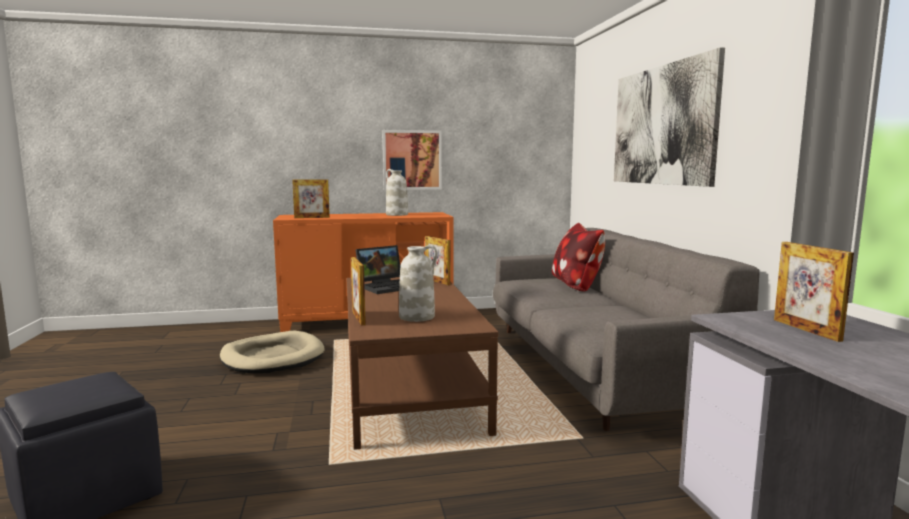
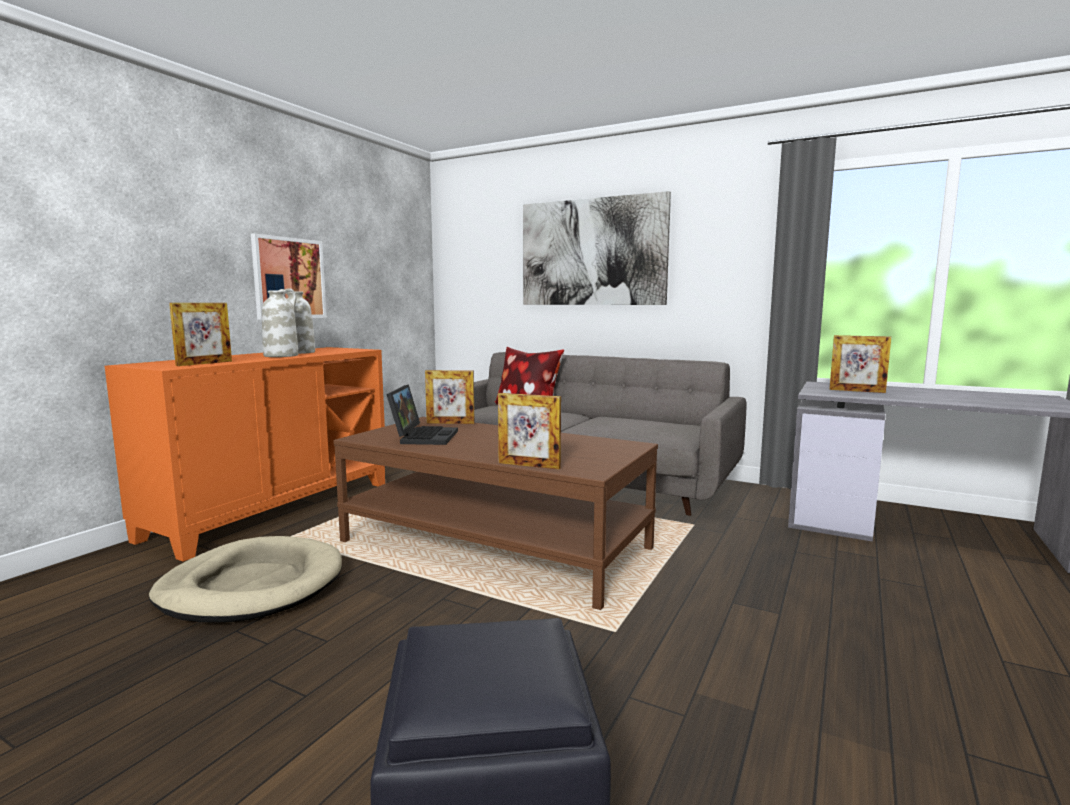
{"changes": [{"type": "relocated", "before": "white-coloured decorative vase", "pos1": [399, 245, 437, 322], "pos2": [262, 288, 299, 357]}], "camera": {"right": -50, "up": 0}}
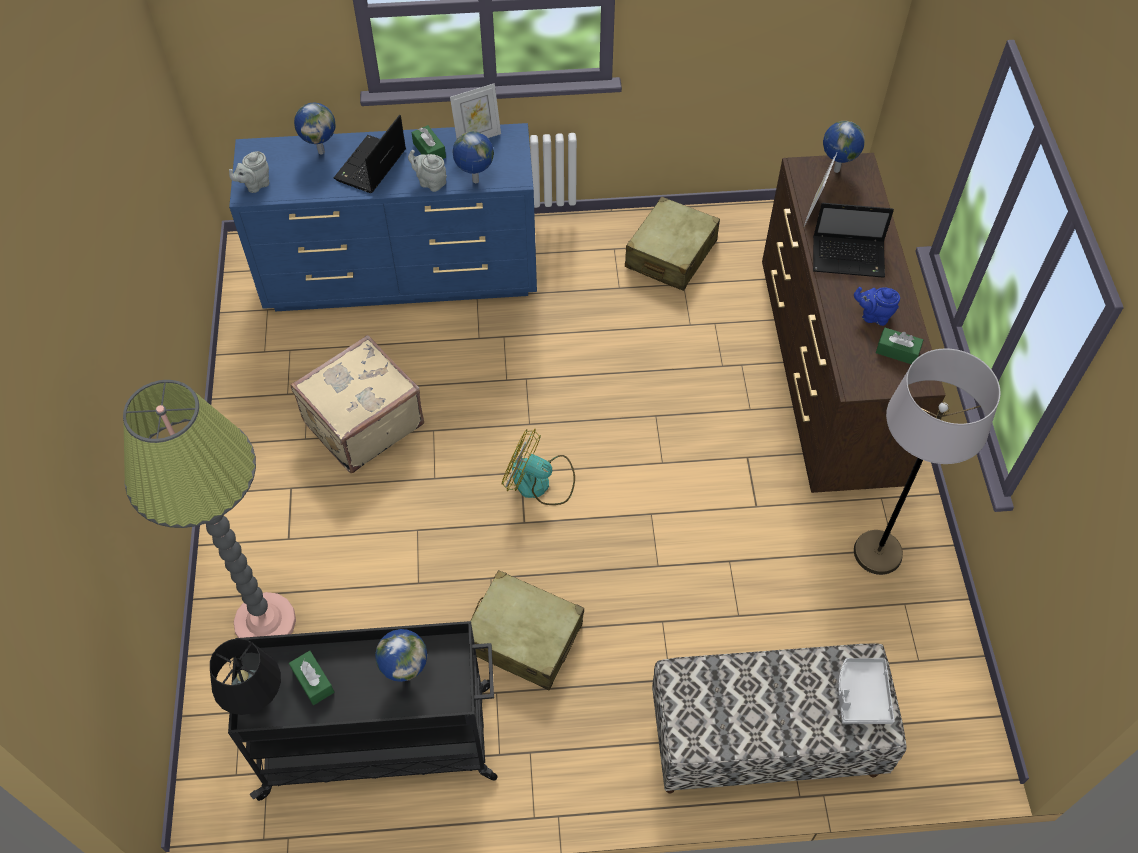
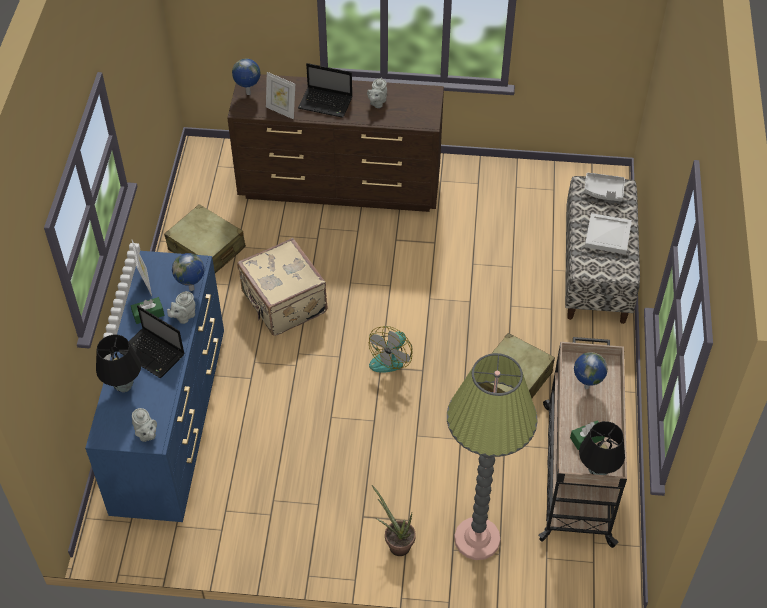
{"changes": [{"type": "missing", "before": "grey floor lamp", "pos1": [854, 349, 1000, 575]}, {"type": "missing", "before": "greenish tissue box", "pos1": [876, 328, 923, 364]}, {"type": "appeared", "after": "houseplant", "pos2": [372, 485, 416, 556]}, {"type": "appeared", "after": "white-coloured carrying tray", "pos2": [585, 213, 632, 254]}, {"type": "relocated", "before": "sand-coloured suitcase", "pos1": [291, 335, 424, 473], "pos2": [237, 238, 327, 336]}, {"type": "exchanged", "before": "globe", "after": "blackish tabletop lamp", "pos1": [294, 103, 335, 155], "pos2": [96, 335, 141, 392]}, {"type": "colour", "before": "blackish cart", "after": "sand-coloured cart", "pos1": [228, 621, 498, 801], "pos2": [538, 337, 627, 548]}, {"type": "colour", "before": "bluish pot for tea", "after": "grey pot for tea", "pos1": [854, 287, 900, 326], "pos2": [367, 78, 387, 108]}, {"type": "spun", "before": "laptop", "pos1": [813, 203, 894, 278], "pos2": [298, 63, 353, 118], "turn": 90}], "camera": {"right": -80, "up": -5}}
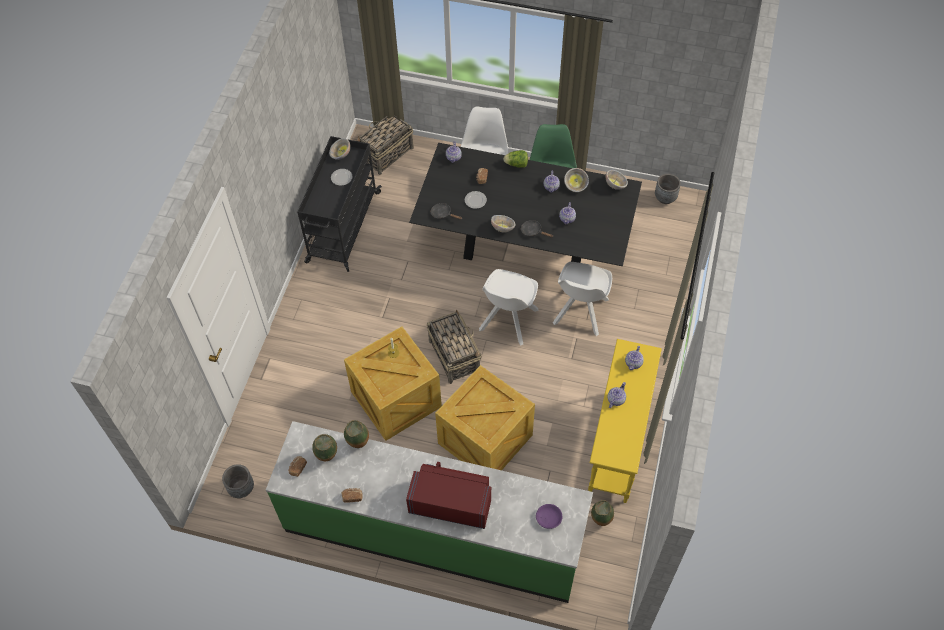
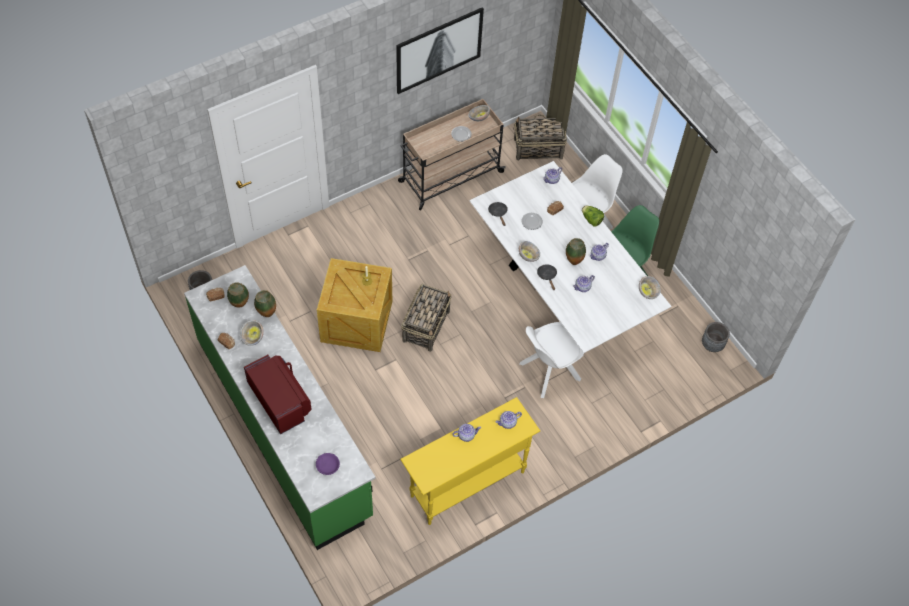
{"changes": [{"type": "missing", "before": "packing crate", "pos1": [435, 365, 535, 470]}, {"type": "missing", "before": "white-coloured chair", "pos1": [479, 269, 539, 346]}, {"type": "appeared", "after": "wall picture", "pos2": [396, 7, 484, 94]}, {"type": "relocated", "before": "bowl", "pos1": [564, 168, 589, 192], "pos2": [240, 320, 264, 346]}, {"type": "relocated", "before": "decorative vase", "pos1": [591, 500, 614, 526], "pos2": [566, 238, 586, 265]}, {"type": "colour", "before": "blackish cart", "after": "sand-coloured cart", "pos1": [297, 136, 382, 272], "pos2": [398, 99, 506, 210]}, {"type": "colour", "before": "blackish dining table", "after": "white-coloured dining table", "pos1": [409, 143, 642, 266], "pos2": [469, 161, 672, 353]}], "camera": {"right": 40, "up": 0}}
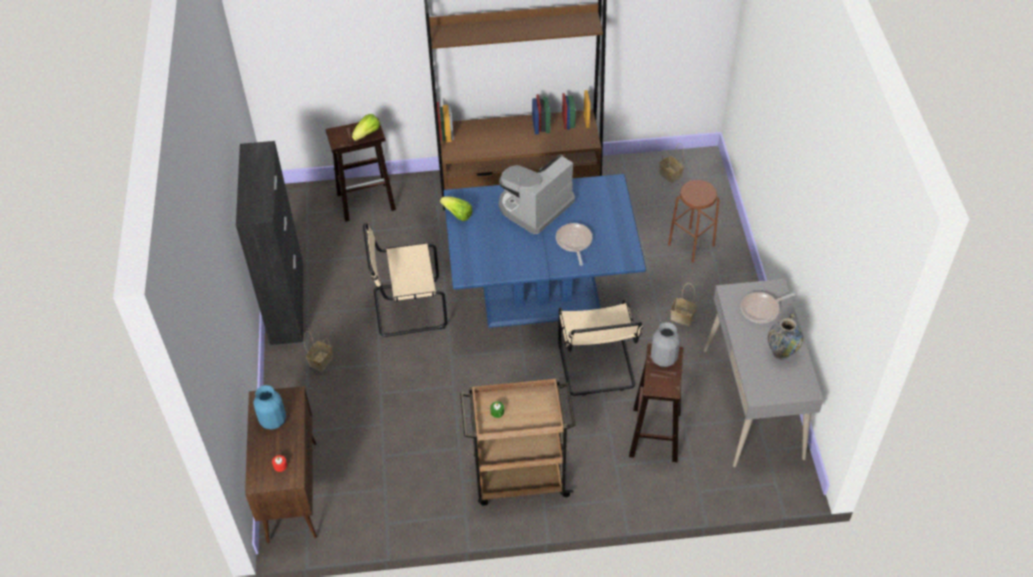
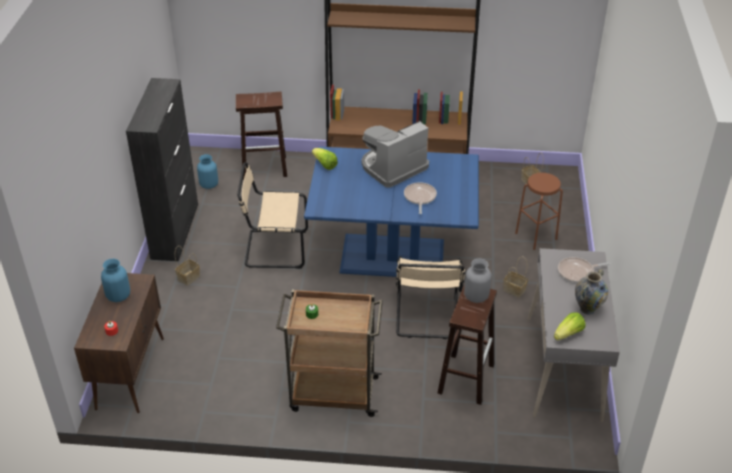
{"changes": [{"type": "appeared", "after": "bluish decorative vase", "pos2": [197, 154, 218, 189]}, {"type": "relocated", "before": "lettuce", "pos1": [352, 114, 380, 141], "pos2": [554, 312, 586, 340]}], "camera": {"right": 10, "up": -10}}
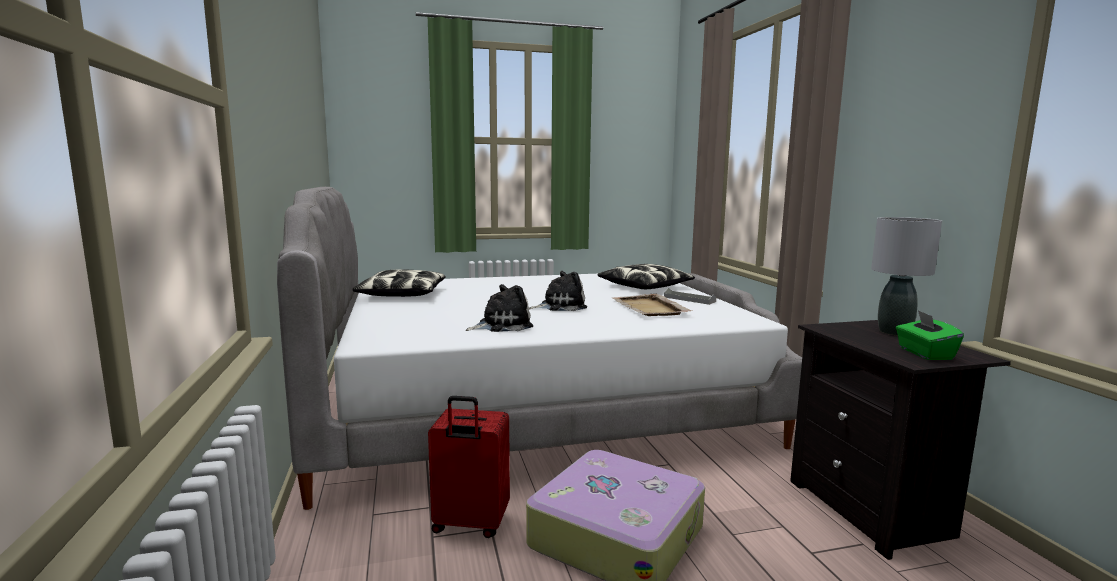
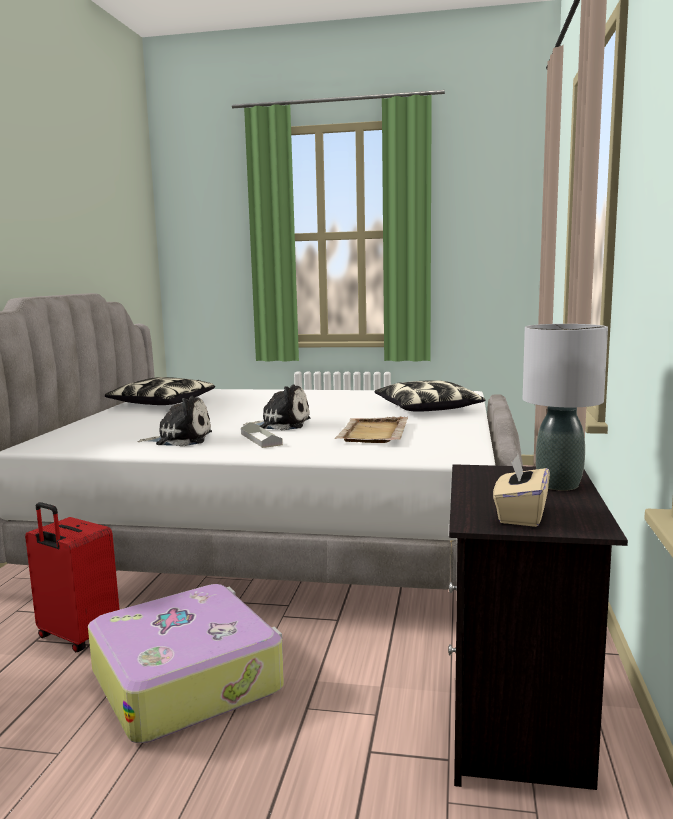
{"changes": [{"type": "relocated", "before": "grey carrying tray", "pos1": [664, 288, 716, 305], "pos2": [241, 422, 283, 448]}, {"type": "colour", "before": "greenish tissue box", "after": "sand-coloured tissue box", "pos1": [896, 310, 964, 360], "pos2": [493, 454, 550, 527]}], "camera": {"right": 25, "up": 0}}
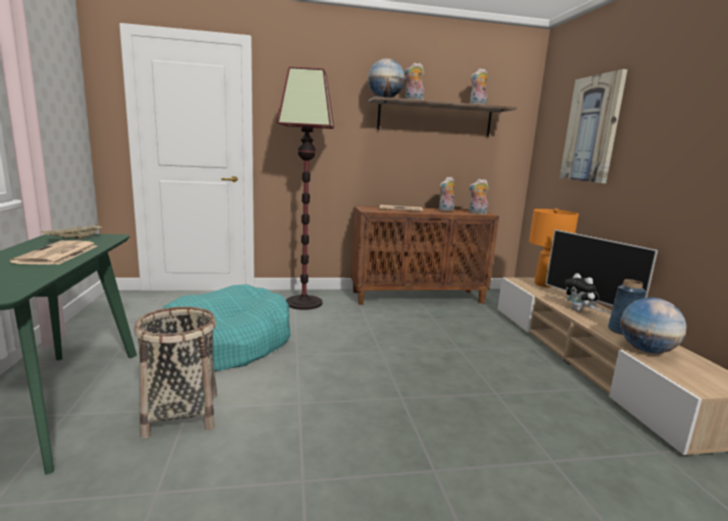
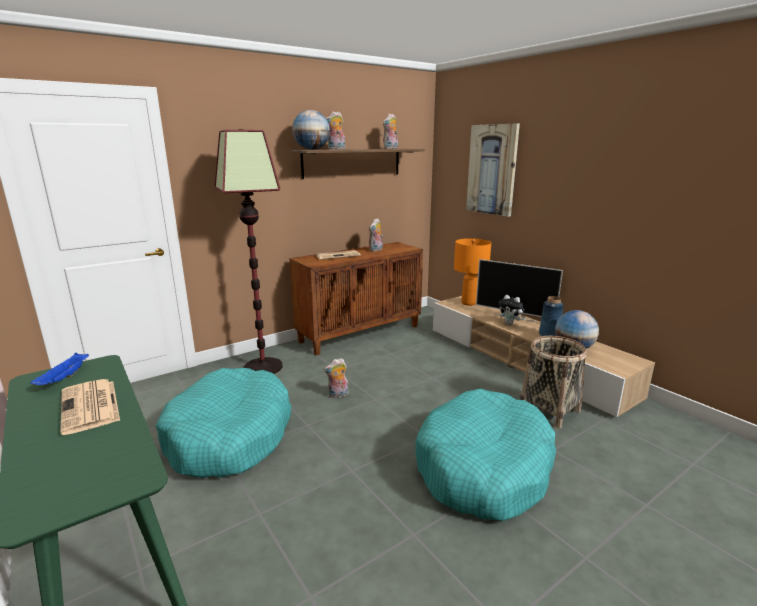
{"changes": [{"type": "appeared", "after": "turquoise dog bed", "pos2": [415, 389, 556, 521]}, {"type": "relocated", "before": "household basket", "pos1": [134, 307, 217, 438], "pos2": [520, 336, 587, 428]}, {"type": "relocated", "before": "plush toy", "pos1": [469, 179, 489, 215], "pos2": [324, 358, 349, 398]}, {"type": "colour", "before": "sand-coloured carrying tray", "after": "bluish carrying tray", "pos1": [41, 224, 103, 239], "pos2": [30, 353, 89, 385]}], "camera": {"right": -25, "up": 5}}
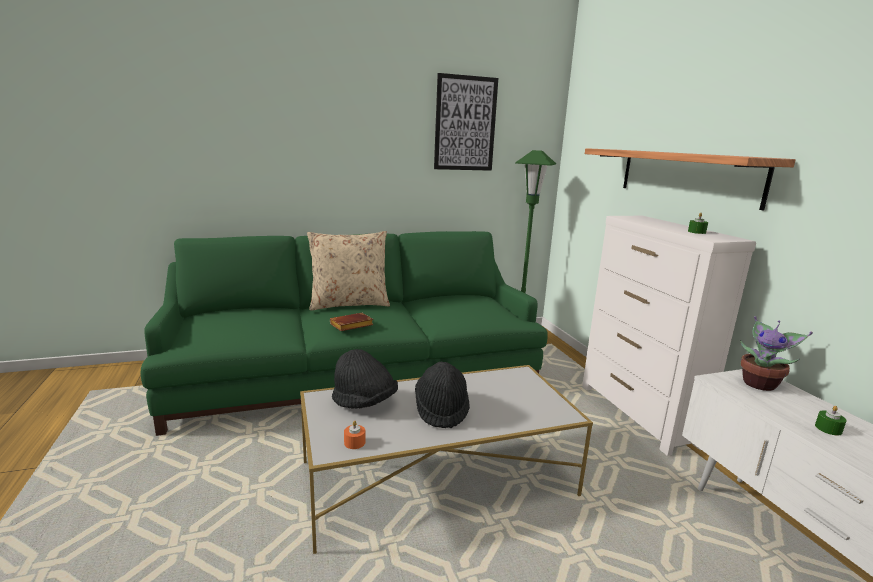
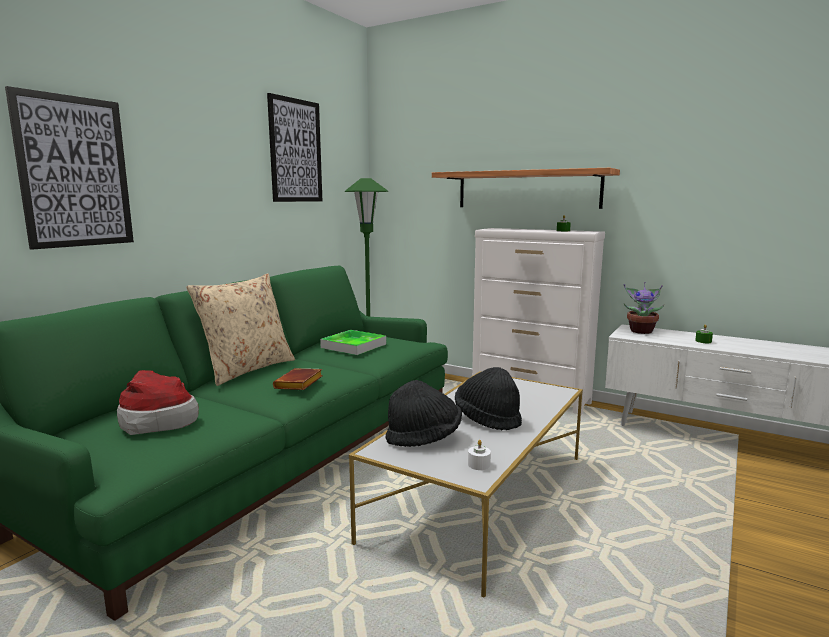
{"changes": [{"type": "appeared", "after": "wall picture", "pos2": [5, 86, 134, 250]}, {"type": "appeared", "after": "clothing hat", "pos2": [117, 370, 199, 435]}, {"type": "appeared", "after": "carrying tray", "pos2": [320, 330, 386, 355]}, {"type": "colour", "before": "orange candle", "after": "white-coloured candle", "pos1": [344, 421, 365, 449], "pos2": [468, 440, 491, 470]}], "camera": {"right": -40, "up": -5}}
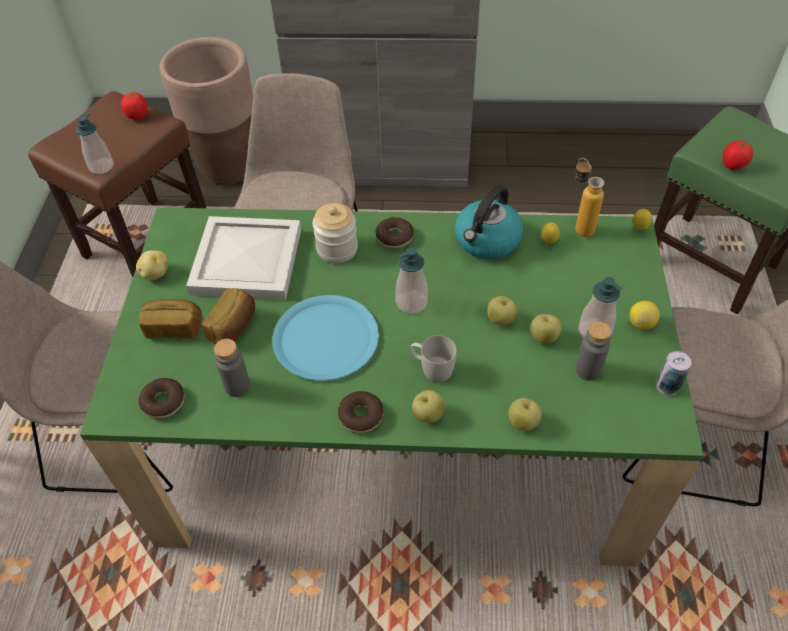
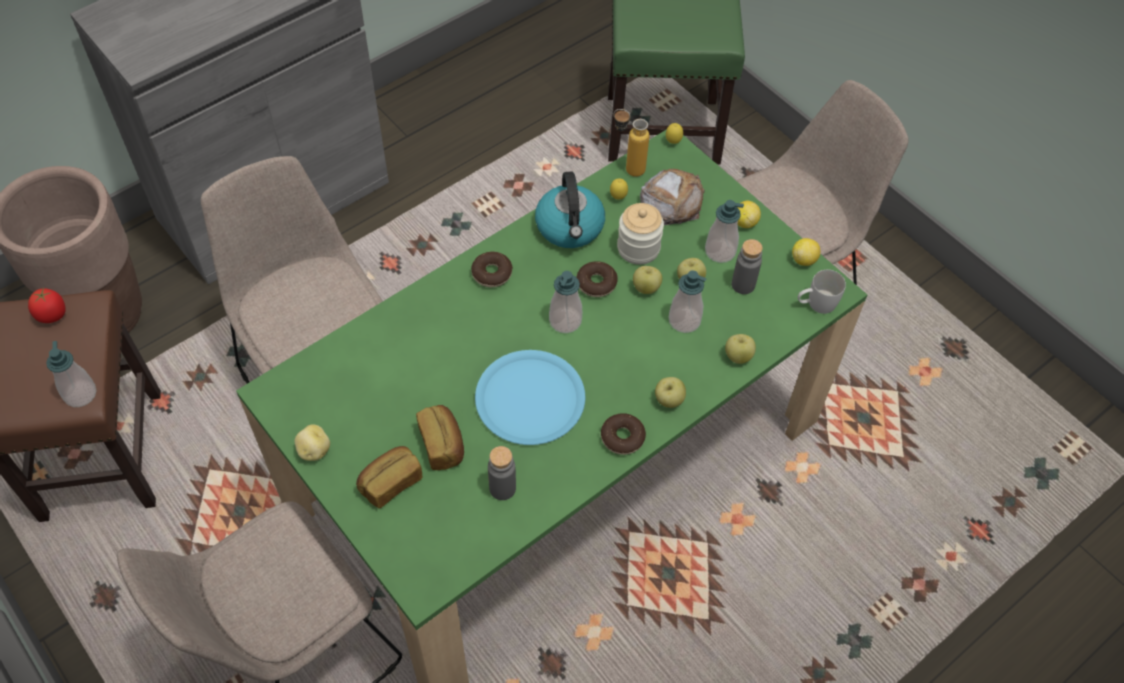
{"changes": [{"type": "missing", "before": "white-coloured carrying tray", "pos1": [186, 216, 301, 300]}, {"type": "missing", "before": "fresh tomato", "pos1": [723, 141, 753, 170]}, {"type": "appeared", "after": "bread", "pos2": [640, 169, 705, 225]}, {"type": "appeared", "after": "soap dispenser", "pos2": [668, 270, 707, 333]}, {"type": "relocated", "before": "doughnut", "pos1": [138, 378, 185, 418], "pos2": [577, 261, 618, 297]}, {"type": "relocated", "before": "jar", "pos1": [313, 203, 358, 263], "pos2": [617, 203, 664, 265]}, {"type": "relocated", "before": "white-coloured tea mug", "pos1": [410, 335, 456, 382], "pos2": [798, 270, 846, 314]}, {"type": "exchanged", "before": "metal can", "after": "lemon", "pos1": [656, 351, 691, 396], "pos2": [792, 238, 820, 266]}], "camera": {"right": -45, "up": 5}}
